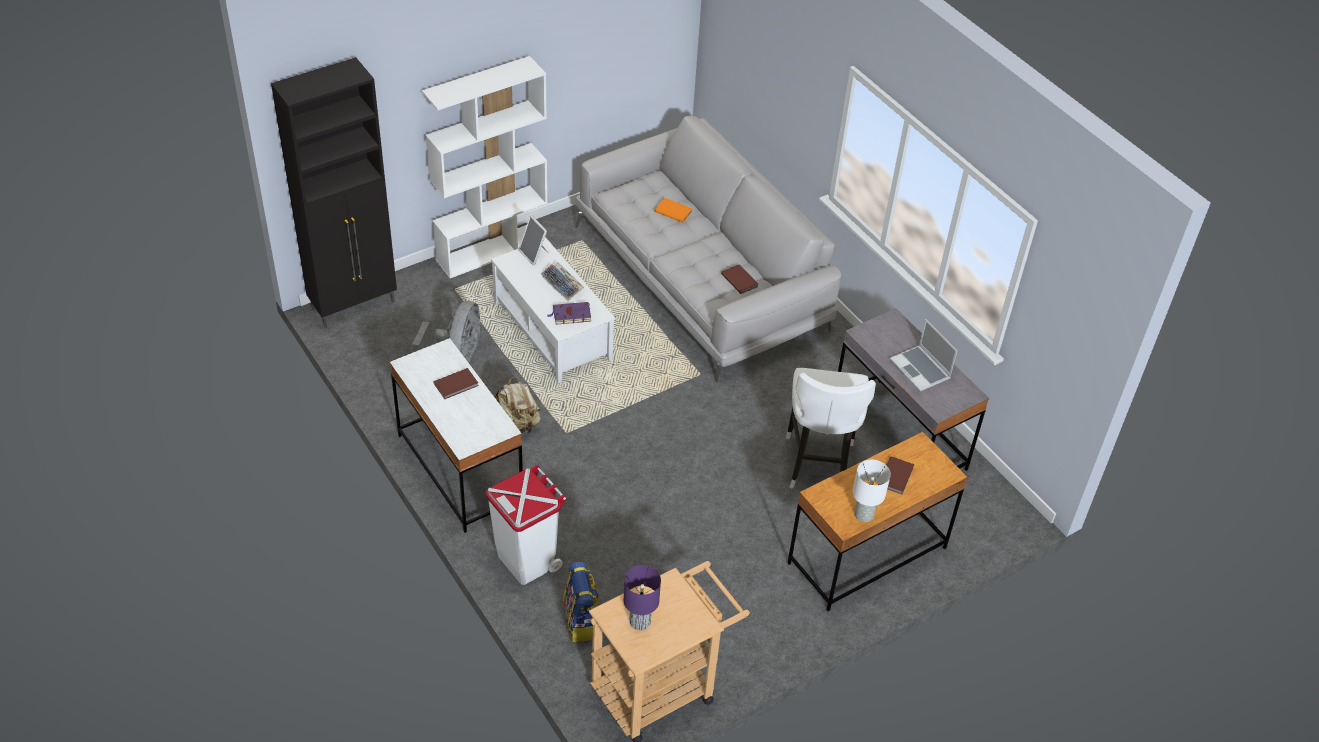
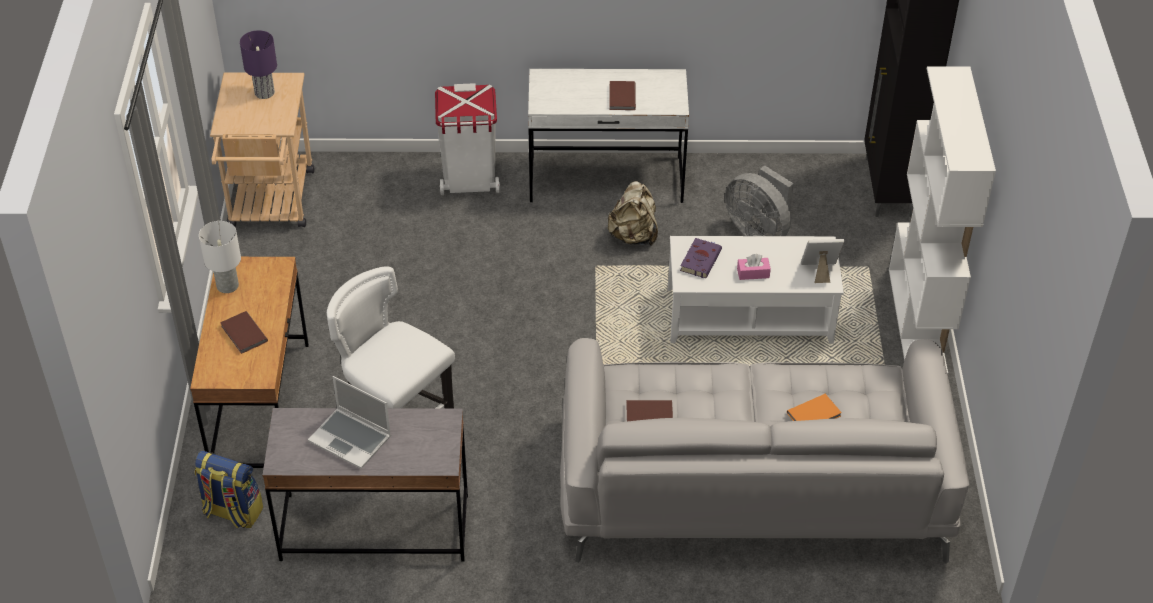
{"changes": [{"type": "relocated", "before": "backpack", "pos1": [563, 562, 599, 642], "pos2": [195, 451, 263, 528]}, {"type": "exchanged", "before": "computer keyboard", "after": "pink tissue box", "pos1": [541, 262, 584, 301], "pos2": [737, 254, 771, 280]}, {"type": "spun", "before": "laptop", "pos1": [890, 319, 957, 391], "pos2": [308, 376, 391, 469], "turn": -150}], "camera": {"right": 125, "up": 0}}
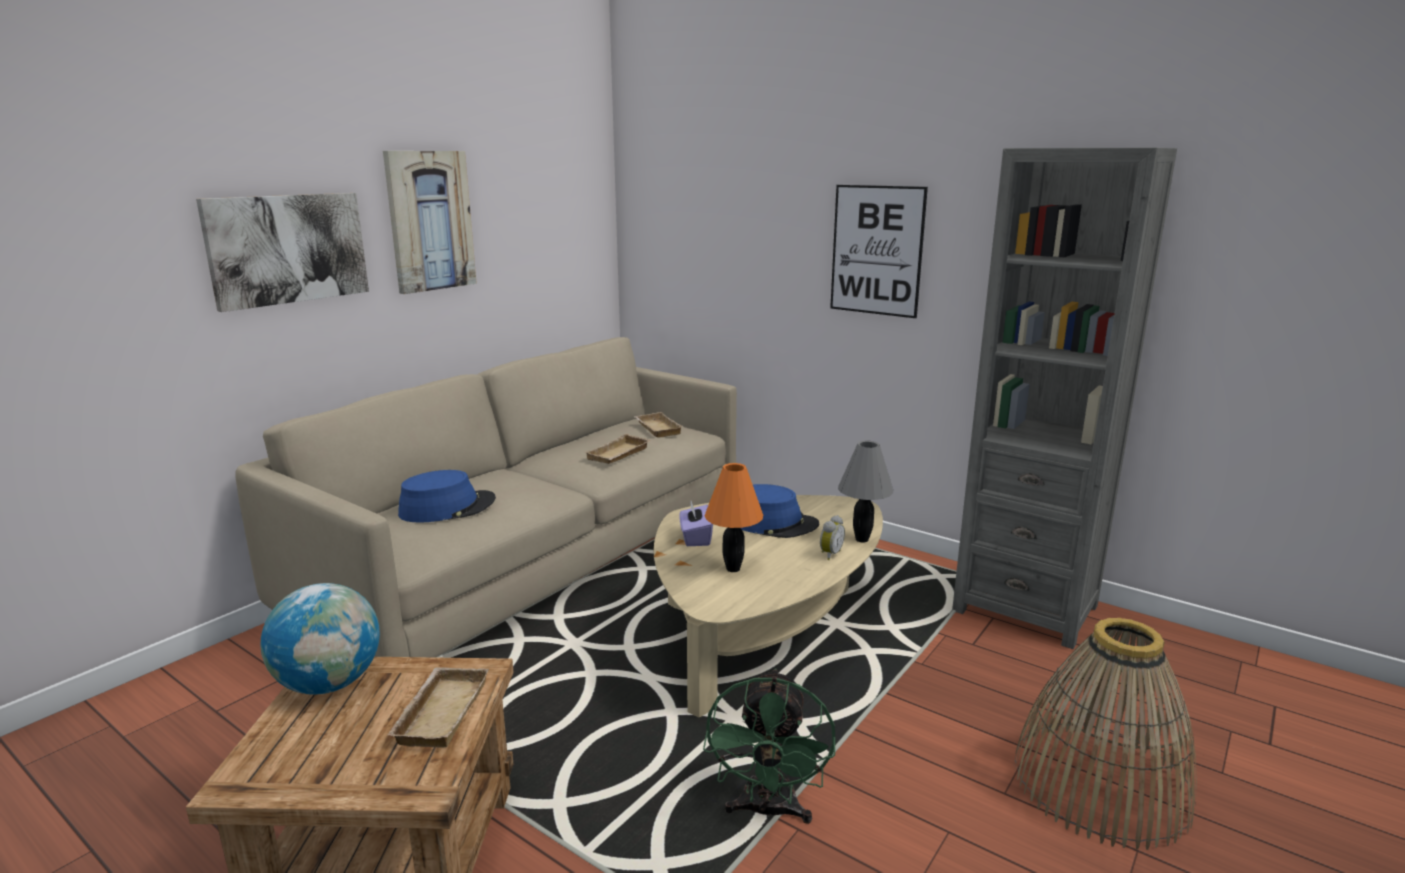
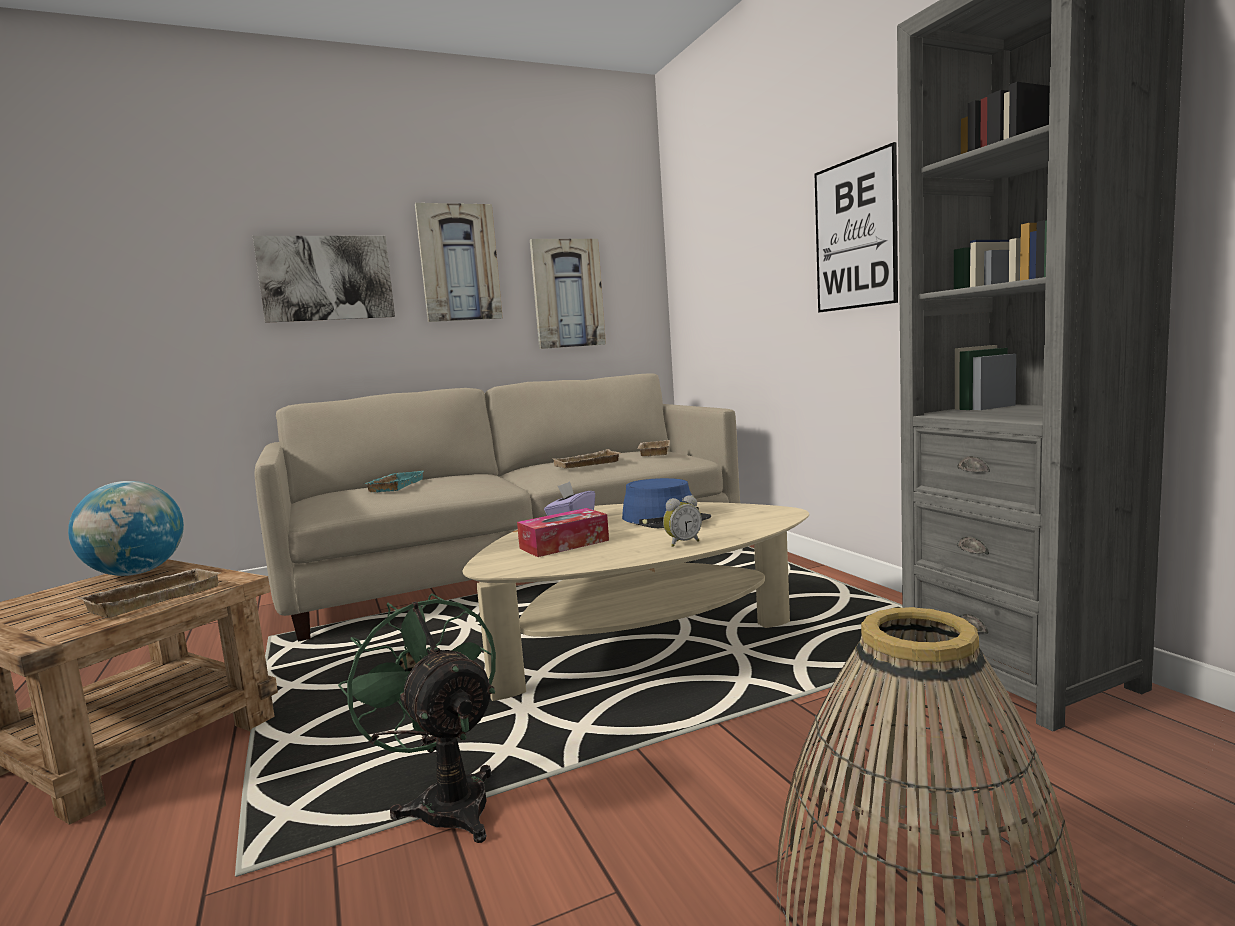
{"changes": [{"type": "missing", "before": "grey tabletop lamp", "pos1": [838, 441, 893, 543]}, {"type": "appeared", "after": "wall picture", "pos2": [530, 239, 606, 349]}, {"type": "exchanged", "before": "bluish clothing hat", "after": "turquoise carrying tray", "pos1": [398, 470, 496, 523], "pos2": [365, 471, 424, 492]}, {"type": "exchanged", "before": "orange tabletop lamp", "after": "tissue box", "pos1": [705, 463, 763, 572], "pos2": [517, 508, 609, 557]}, {"type": "spun", "before": "greenish fan", "pos1": [703, 668, 836, 824], "pos2": [338, 593, 496, 843], "turn": 105}], "camera": {"right": 30, "up": -10}}
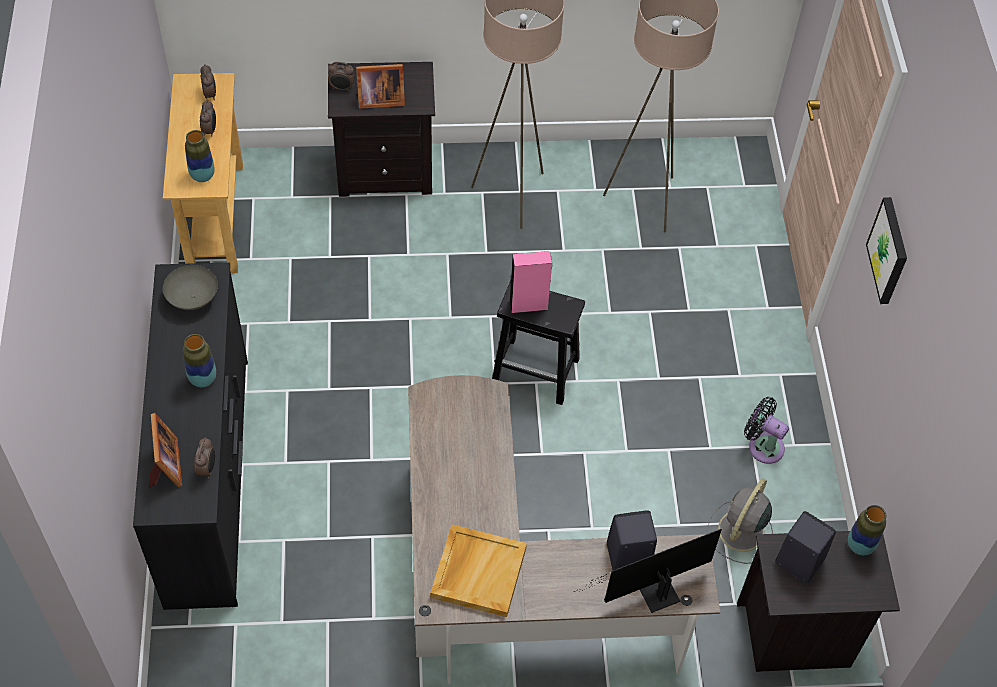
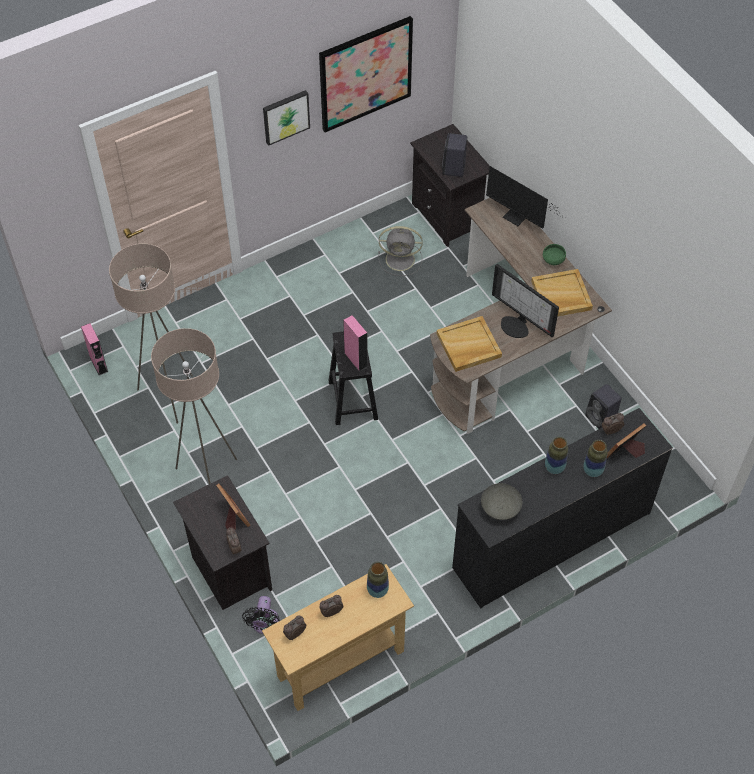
{"changes": [{"type": "appeared", "after": "pink speaker", "pos2": [81, 323, 108, 376]}, {"type": "appeared", "after": "wall picture", "pos2": [319, 16, 413, 133]}, {"type": "appeared", "after": "sand-coloured carrying tray", "pos2": [437, 316, 502, 372]}, {"type": "appeared", "after": "computer display", "pos2": [492, 264, 559, 338]}, {"type": "appeared", "after": "greenish bowl", "pos2": [543, 244, 566, 265]}, {"type": "relocated", "before": "blackish speaker", "pos1": [607, 510, 657, 570], "pos2": [585, 384, 621, 429]}, {"type": "relocated", "before": "blackish fan", "pos1": [744, 397, 789, 464], "pos2": [242, 596, 280, 634]}, {"type": "relocated", "before": "decorative vase", "pos1": [848, 505, 886, 555], "pos2": [583, 440, 608, 477]}], "camera": {"right": -115, "up": 0}}
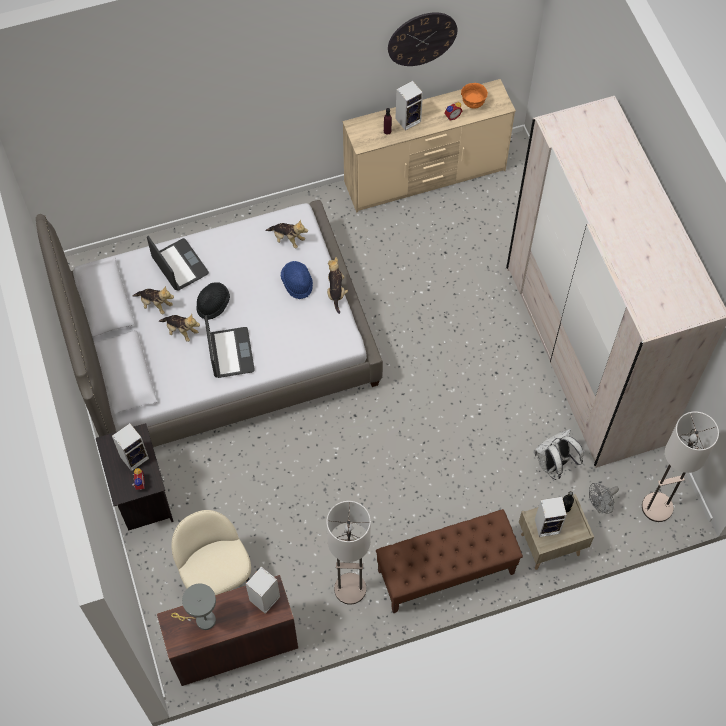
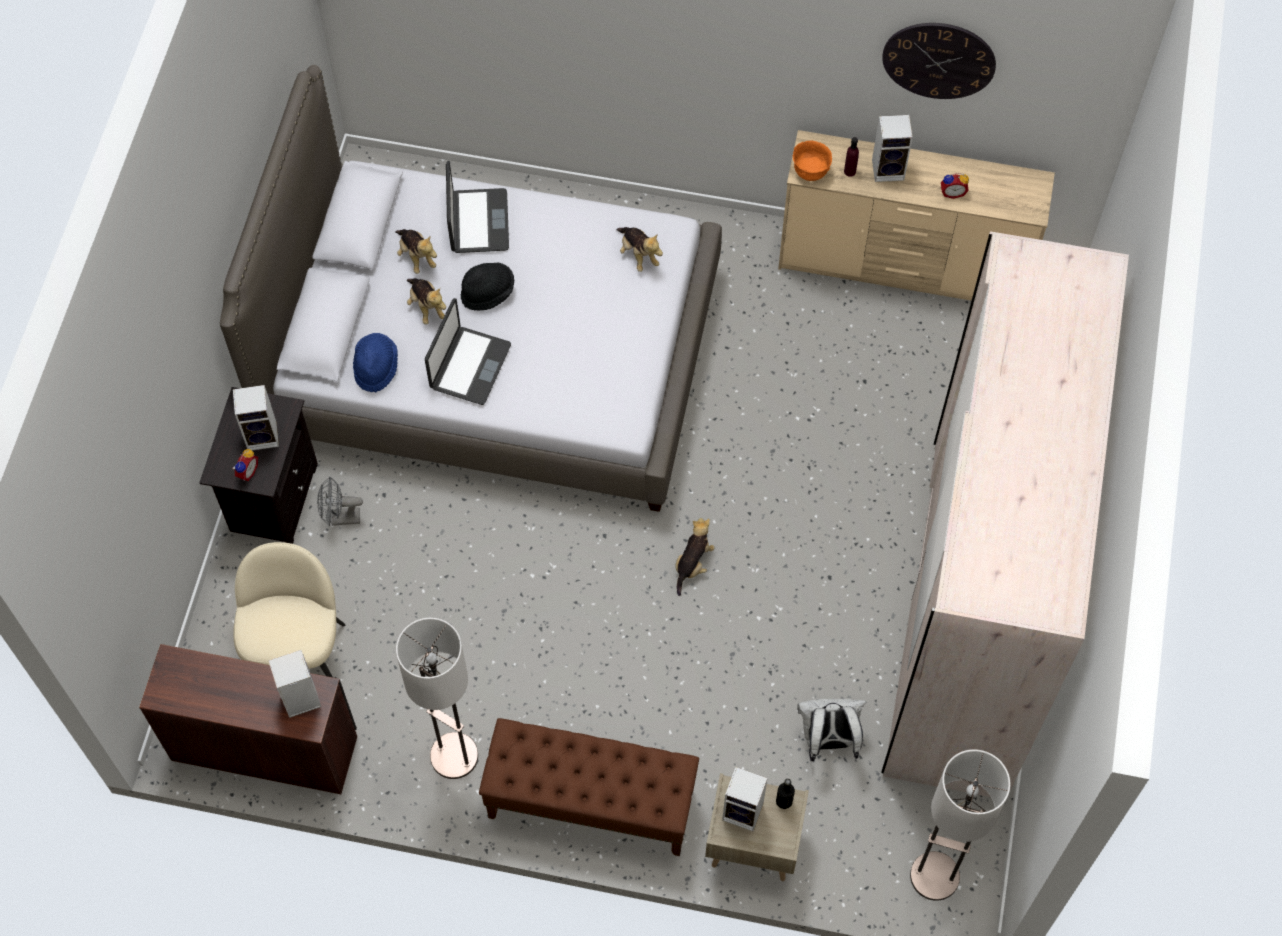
{"changes": [{"type": "missing", "before": "grey tabletop lamp", "pos1": [171, 584, 216, 630]}, {"type": "relocated", "before": "bluish clothing hat", "pos1": [281, 261, 313, 299], "pos2": [353, 333, 398, 393]}, {"type": "relocated", "before": "plush toy", "pos1": [327, 257, 348, 314], "pos2": [675, 518, 715, 596]}, {"type": "relocated", "before": "orange bowl", "pos1": [461, 83, 488, 109], "pos2": [793, 141, 832, 181]}, {"type": "relocated", "before": "grey fan", "pos1": [589, 483, 619, 514], "pos2": [317, 477, 363, 526]}], "camera": {"right": 30, "up": 0}}
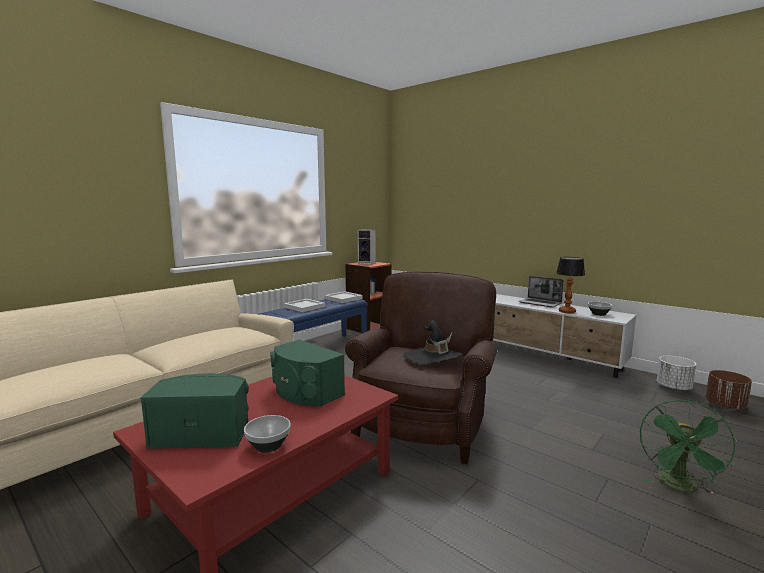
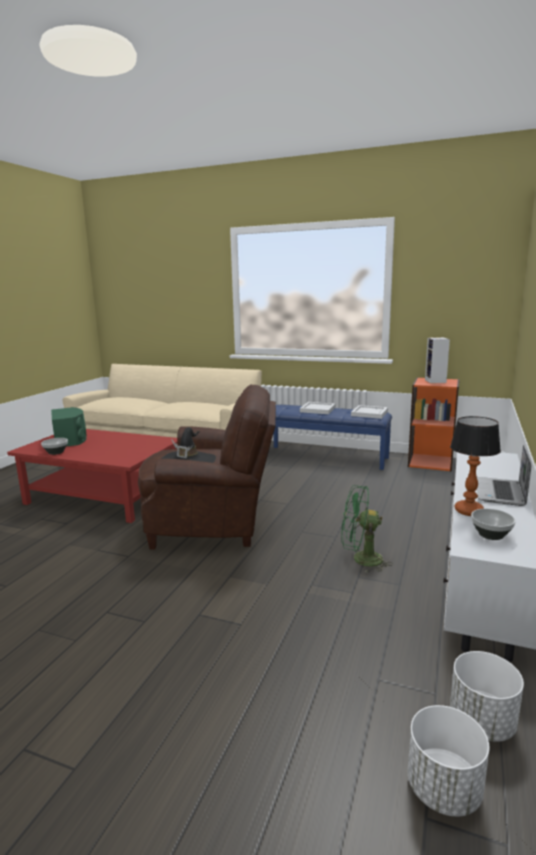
{"changes": [{"type": "missing", "before": "greenish speaker", "pos1": [271, 340, 345, 407]}, {"type": "relocated", "before": "greenish fan", "pos1": [640, 400, 737, 494], "pos2": [341, 485, 393, 573]}, {"type": "colour", "before": "brown-coloured flower pot", "after": "white-coloured flower pot", "pos1": [705, 370, 752, 410], "pos2": [408, 705, 489, 817]}], "camera": {"right": 70, "up": 5}}
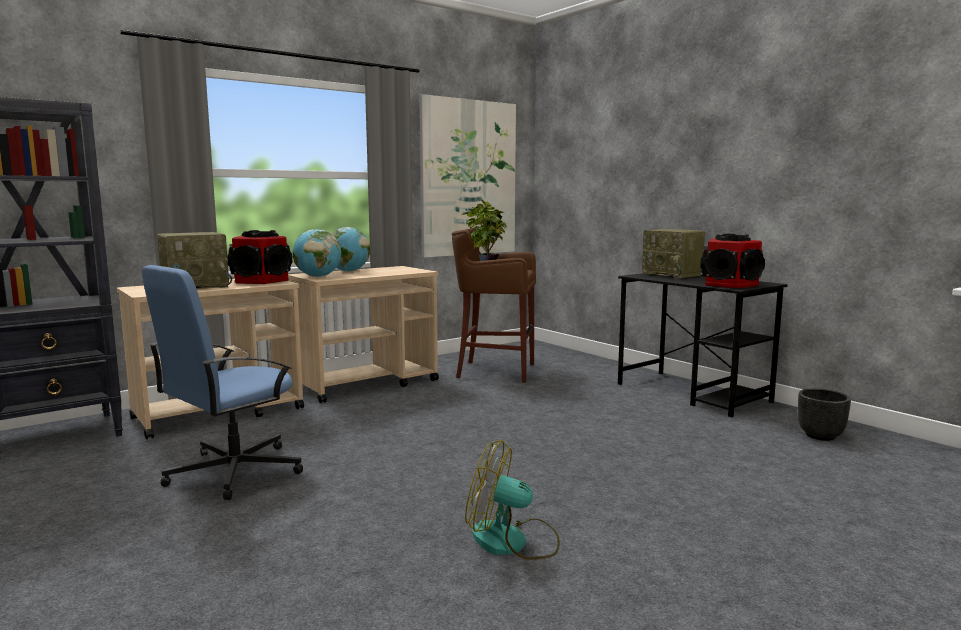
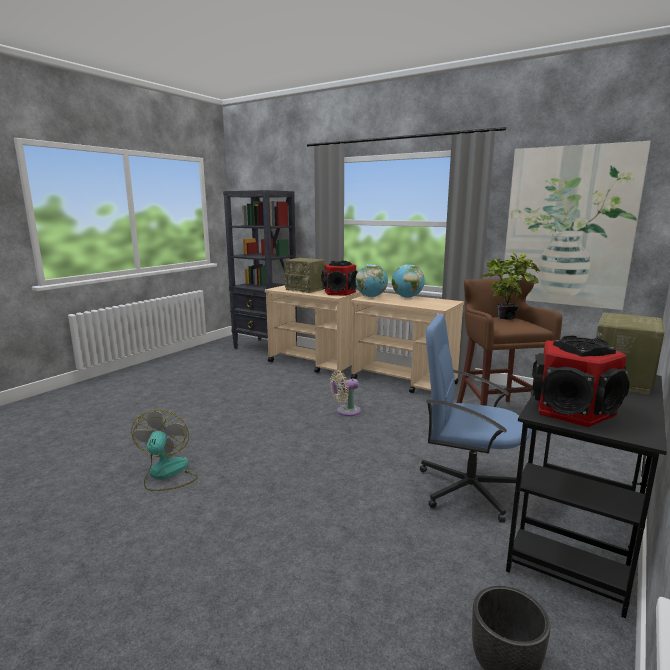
{"changes": [{"type": "appeared", "after": "sand-coloured fan", "pos2": [330, 370, 361, 416]}, {"type": "relocated", "before": "bluish office chair", "pos1": [142, 265, 303, 500], "pos2": [420, 314, 531, 523]}], "camera": {"right": 70, "up": 5}}
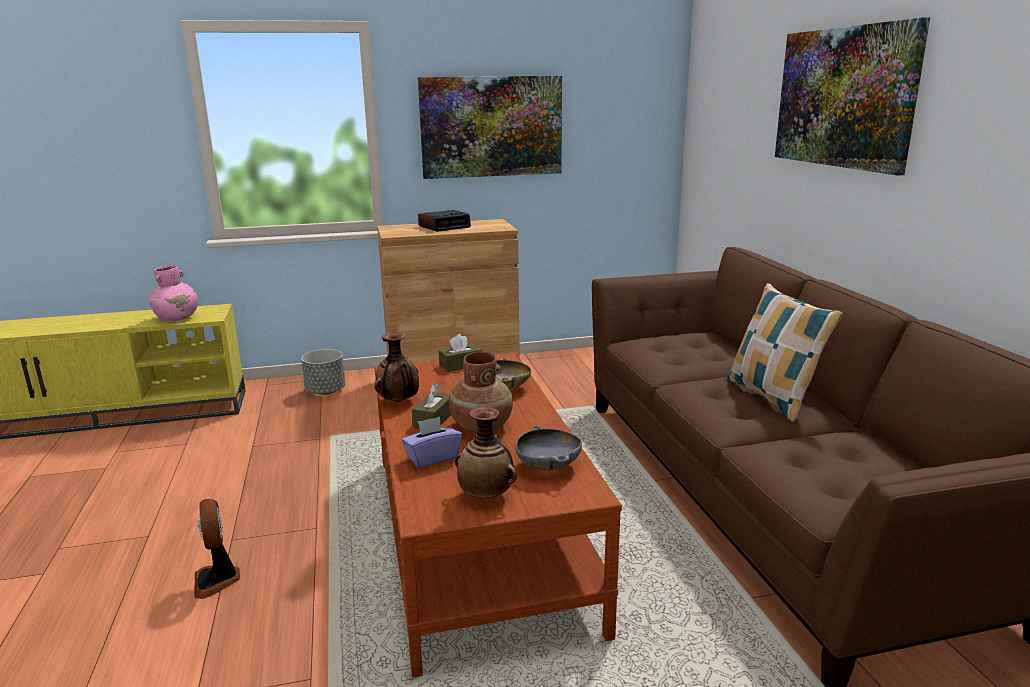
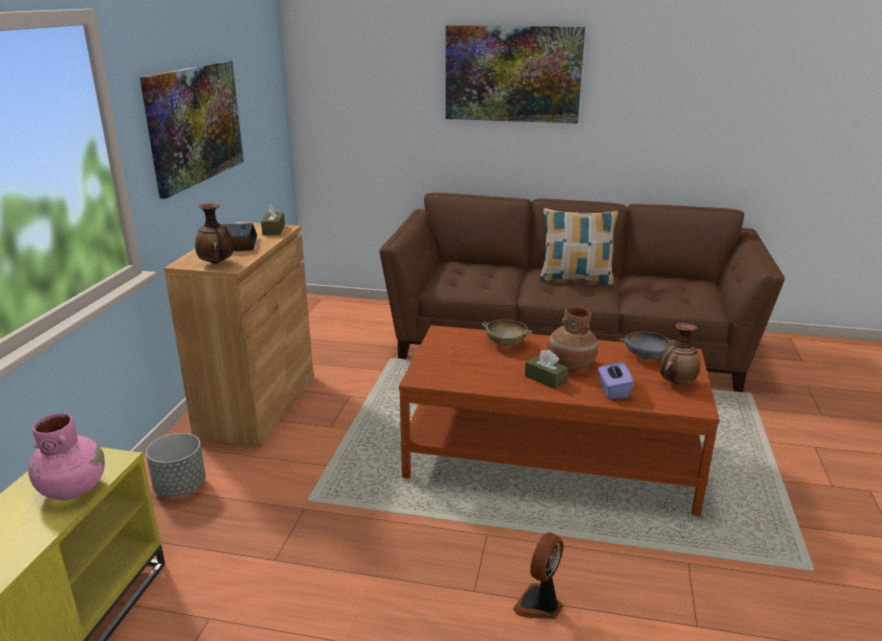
{"changes": [{"type": "relocated", "before": "decorative vase", "pos1": [374, 332, 419, 402], "pos2": [195, 203, 233, 264]}, {"type": "relocated", "before": "brown-coloured tissue box", "pos1": [439, 334, 482, 372], "pos2": [261, 204, 285, 236]}, {"type": "spun", "before": "fan", "pos1": [194, 499, 240, 599], "pos2": [513, 532, 563, 619], "turn": 120}], "camera": {"right": -65, "up": 5}}
